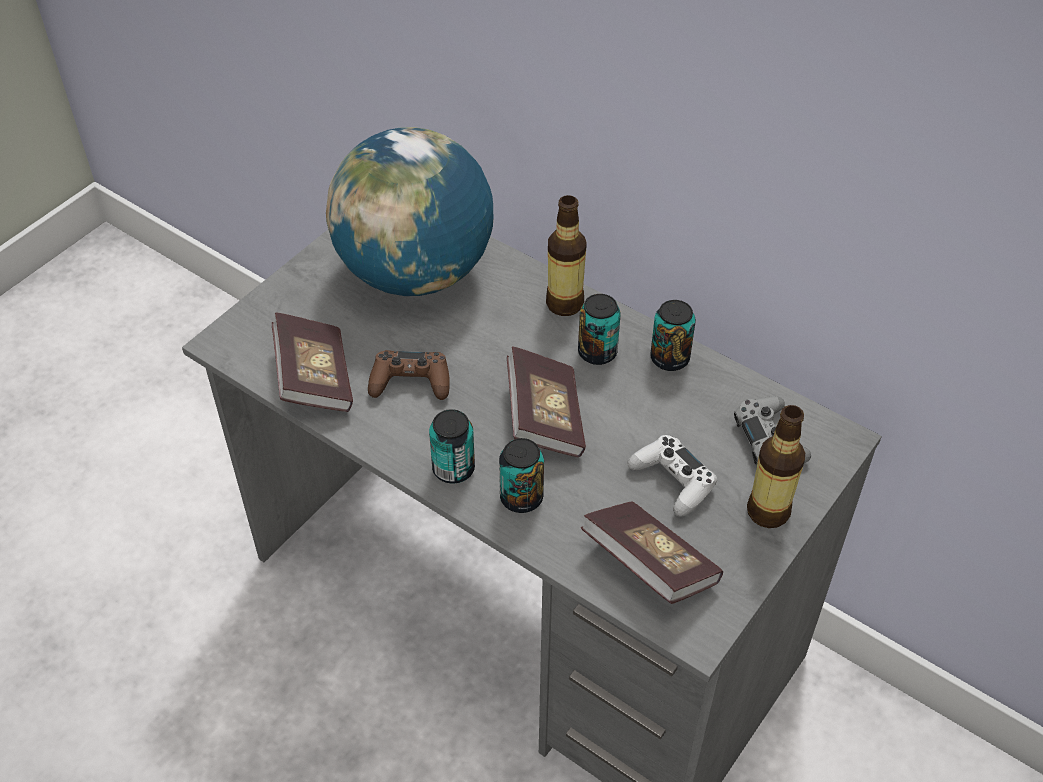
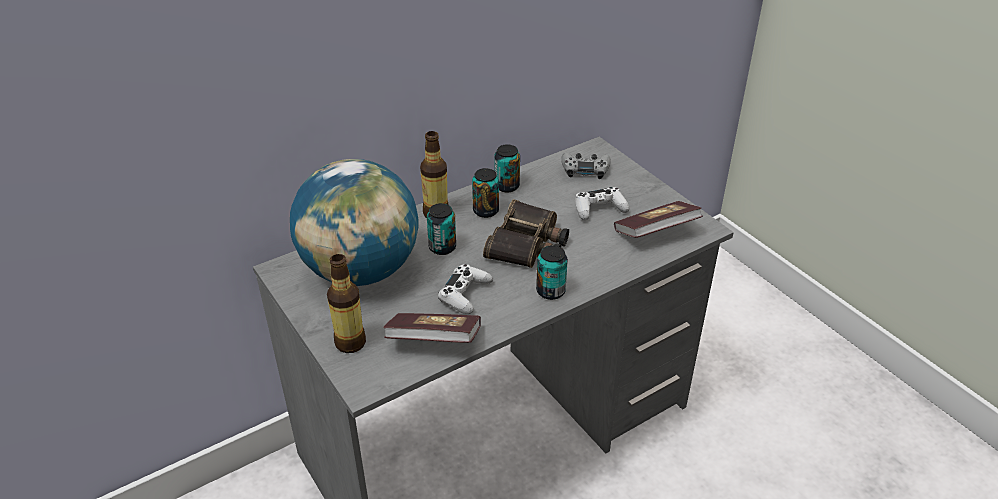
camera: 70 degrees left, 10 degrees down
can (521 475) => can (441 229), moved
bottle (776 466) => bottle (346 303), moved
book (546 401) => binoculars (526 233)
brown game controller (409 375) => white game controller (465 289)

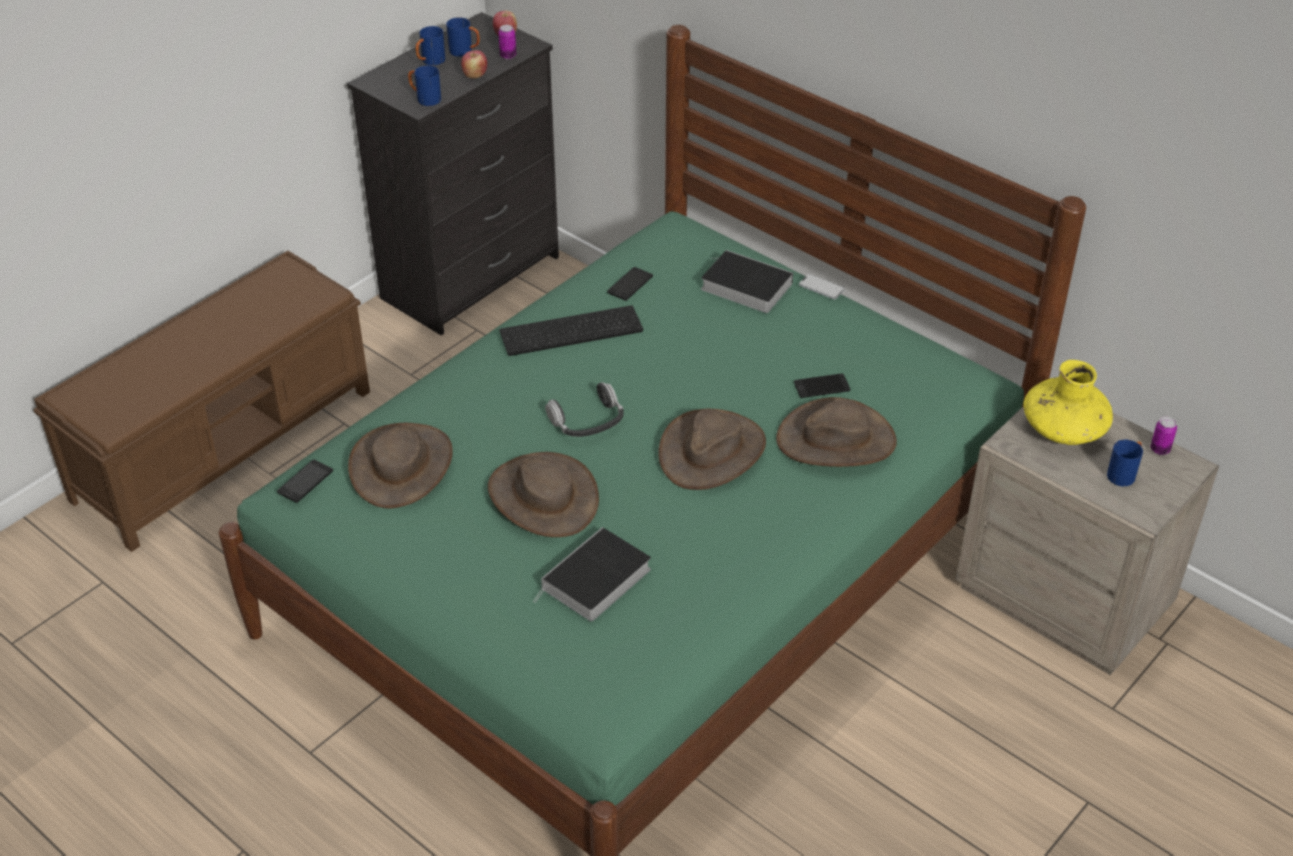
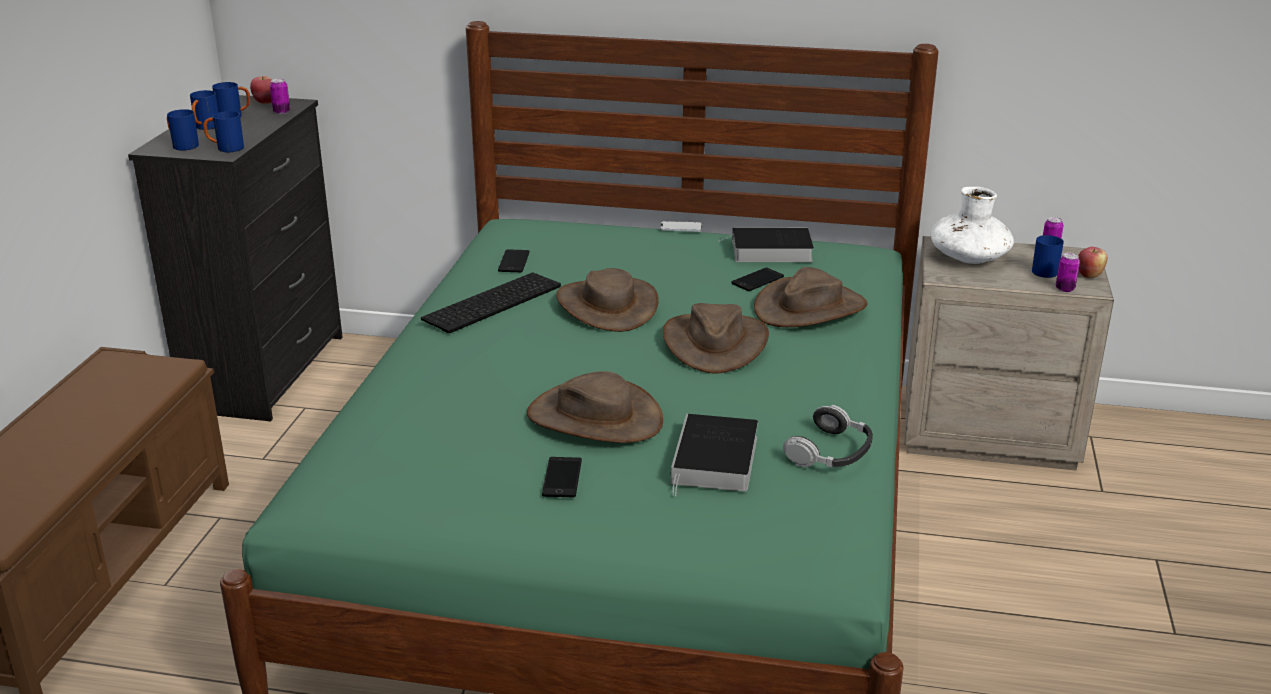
camera: 30 degrees left, 15 degrees down
nothing => blue mug (183 130)
nothing => can (1068 272)
phone (305 481) => phone (562 477), moved
brown hat (400 465) => brown hat (607 300), moved
apple (474 64) => apple (1092 262), moved
headphones (584 409) => headphones (828 436), moved
book (747 281) => book (766 244), moved
yellow vase (1068 402) => white vase (972 225)

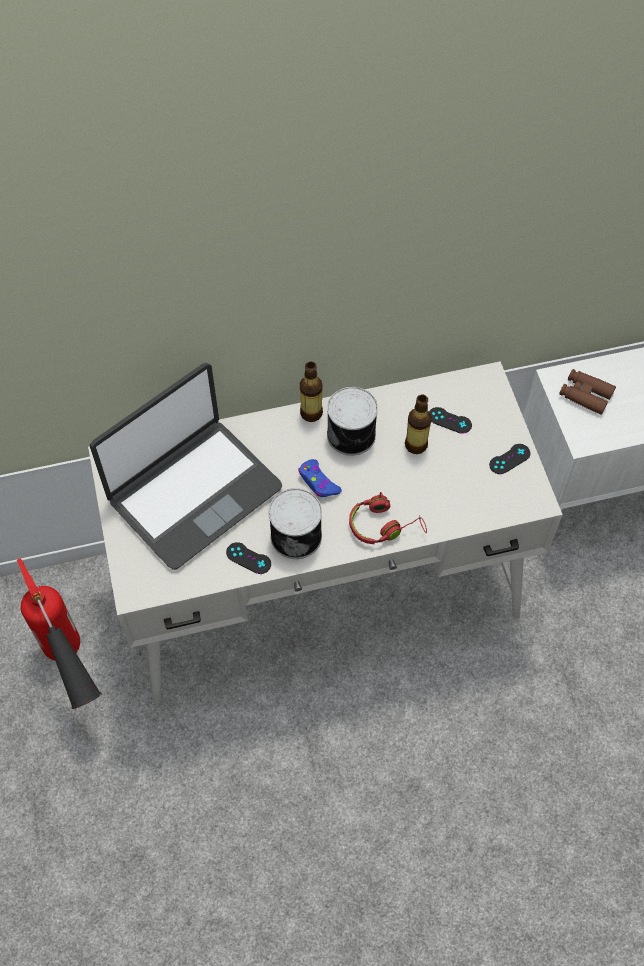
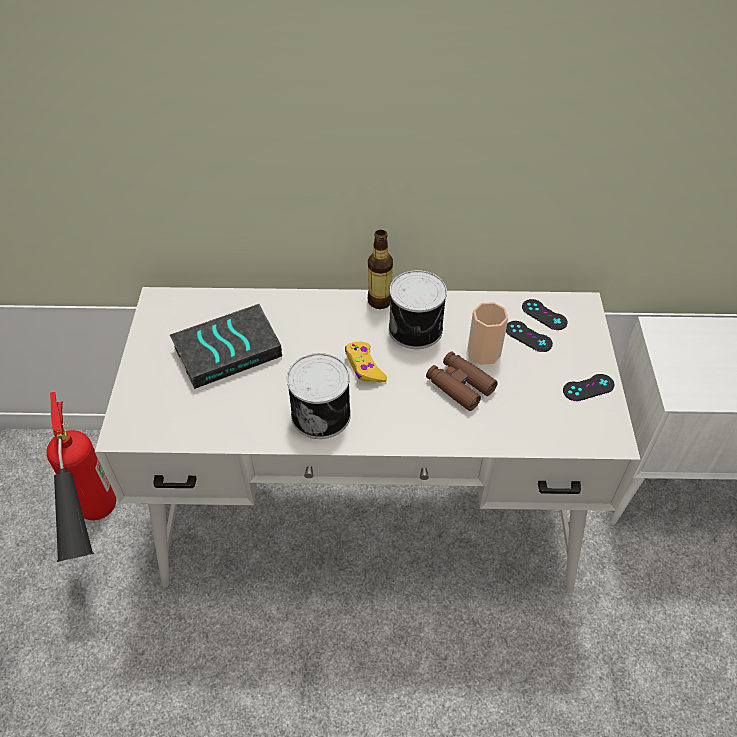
camera: 15 degrees right, 10 degrees down
red headphones (388 518) => nothing
black game controller (248 558) => black game controller (544 314), moved
brown binoculars (587 392) => brown binoculars (462 381), moved
laptop (186 466) => book (226 346)
bottle (418 424) => cup (488 333)
blue game controller (320 478) => yellow game controller (366 362)

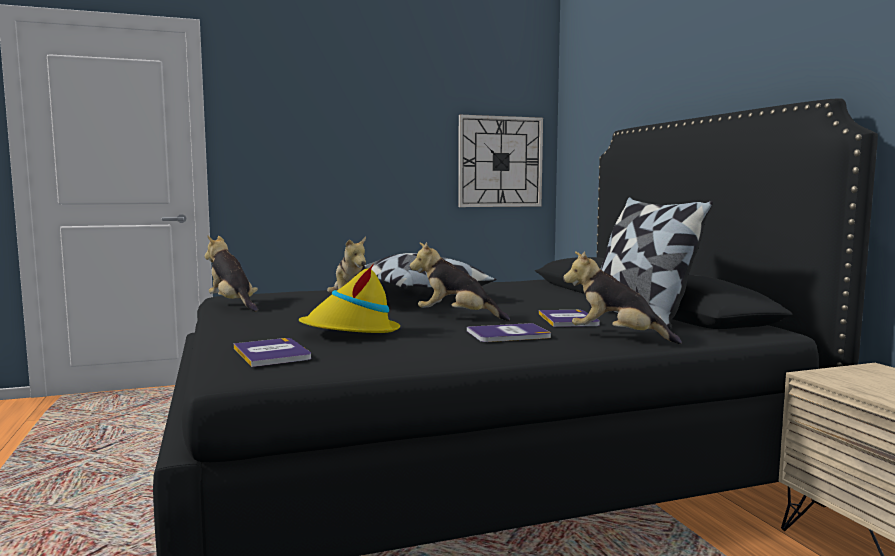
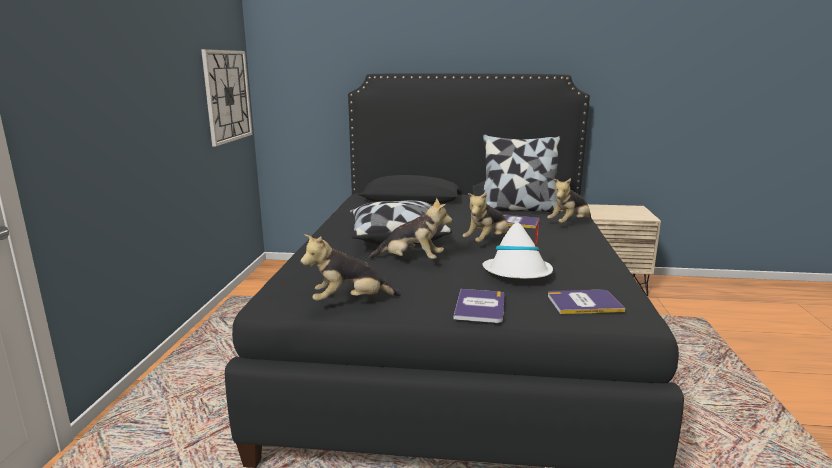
camera: 65 degrees left, 10 degrees up
book (509 332) => book (479 306), moved
yellow hat (349 298) => white hat (518 247)

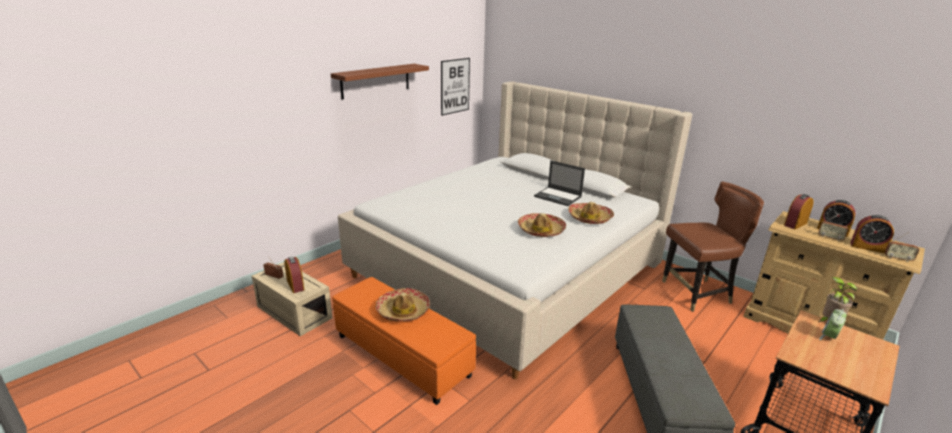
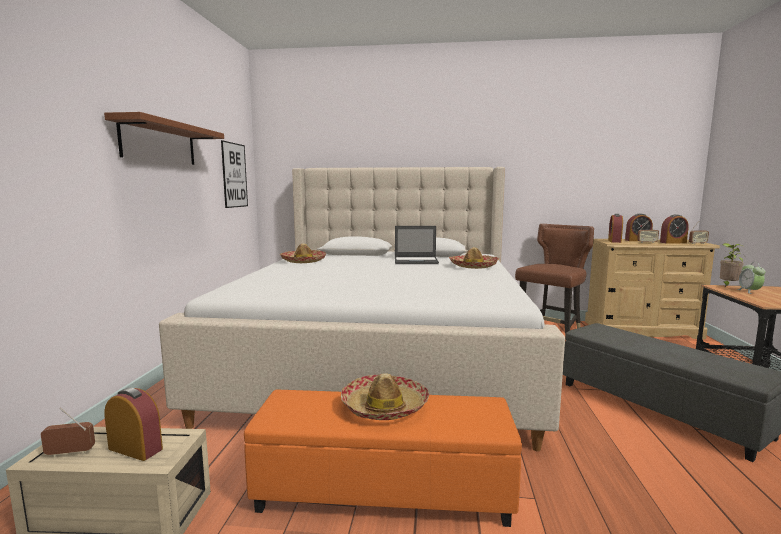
camera: 35 degrees left, 15 degrees down
hat (542 225) => hat (303 253), moved

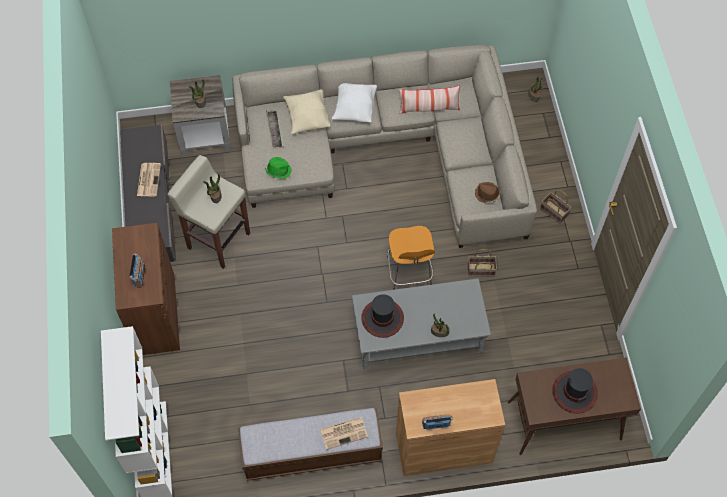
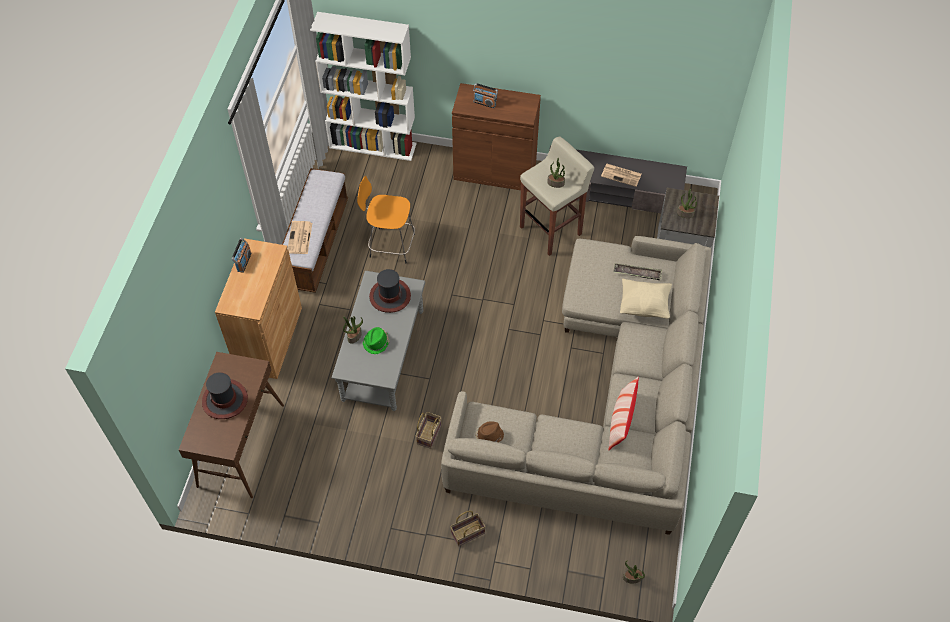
camera: 110 degrees right, 5 degrees down
white pillow (354 102) => nothing
green hat (278 168) => green hat (376 340), moved
orange stool (411 258) => orange stool (386 219), moved

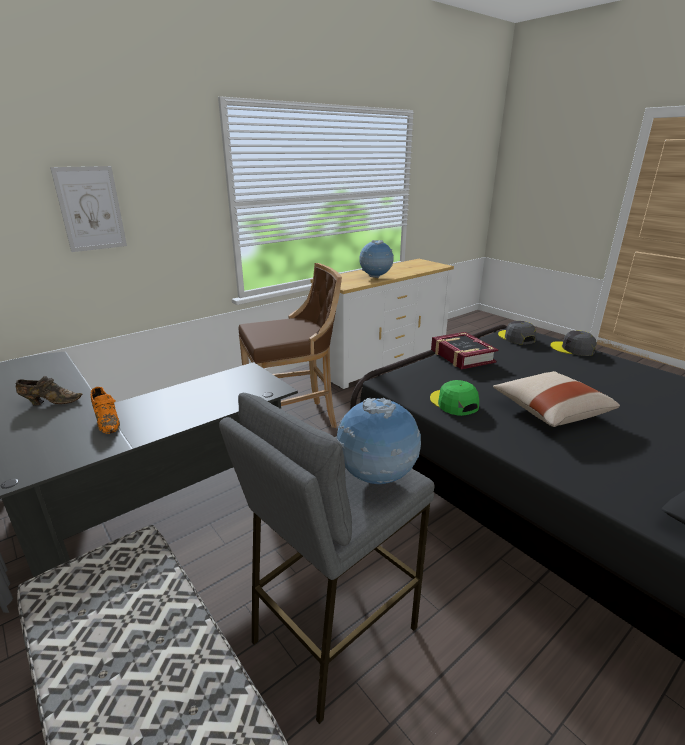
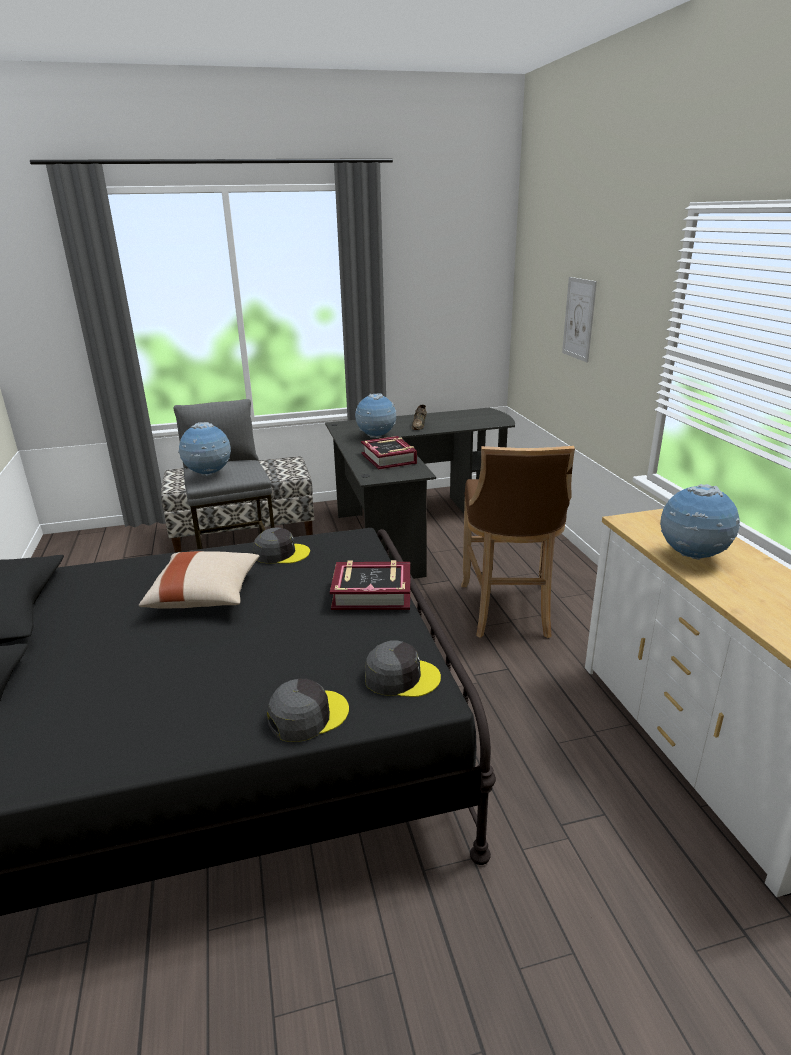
camera: 115 degrees right, 0 degrees up
nothing => book (389 453)
orange shoe (105 410) => globe (375 416)
green cap (454 398) => grey cap (281 546)

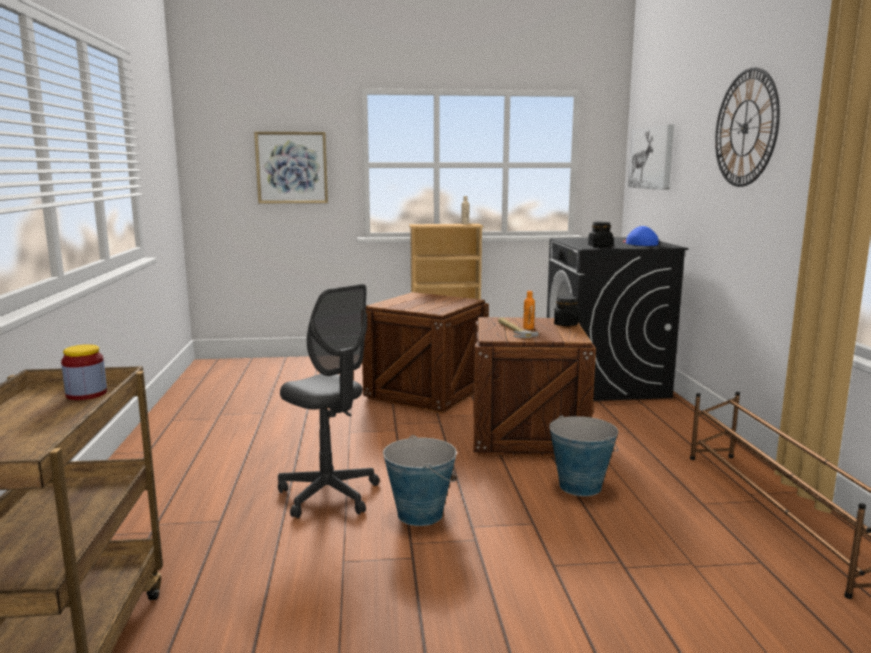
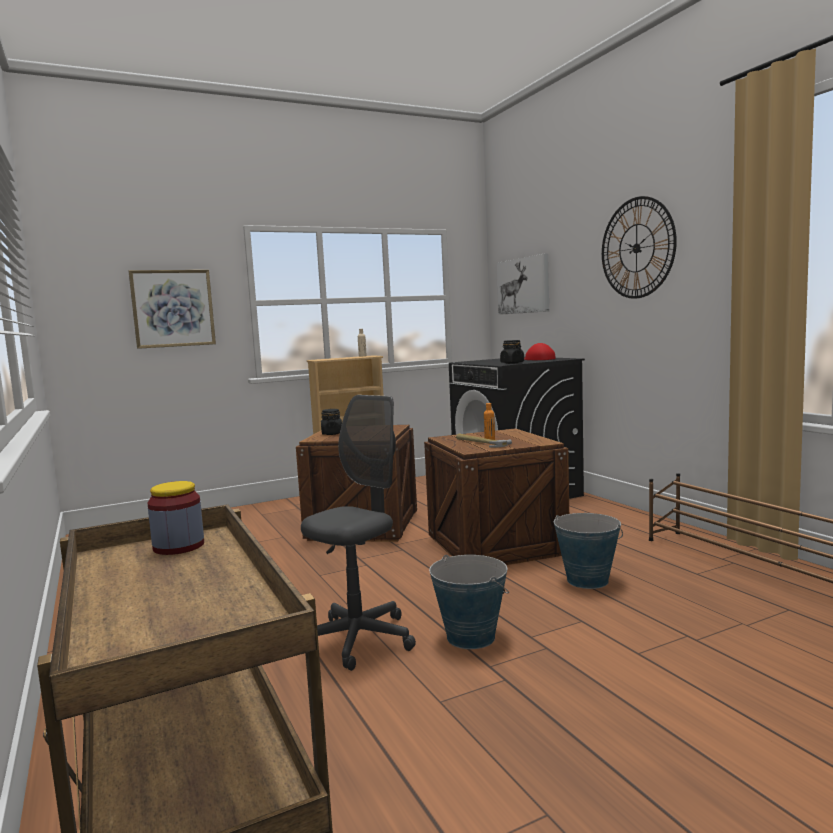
camera: 20 degrees left, 5 degrees down
black jar (566 311) => black jar (331 422), moved
blue cap (641 236) => red cap (539 351)
grey office chair (329 401) => grey office chair (358 533), 75 degrees counterclockwise

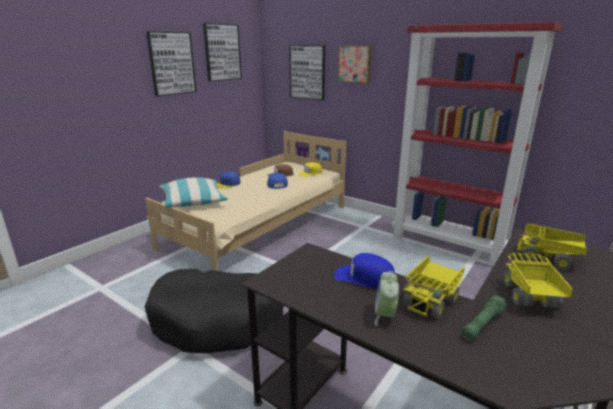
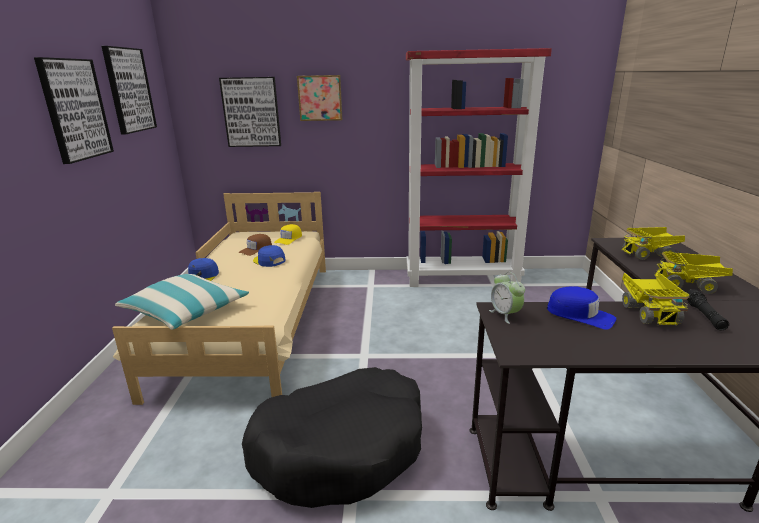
camera: 35 degrees left, 0 degrees up
alarm clock (387 298) => alarm clock (507 298), moved
green flashlight (484 318) => black flashlight (708 309)
blue cap (364 271) => blue cap (581 308), 135 degrees counterclockwise
toy truck (538 280) => toy truck (694 272), 45 degrees counterclockwise

